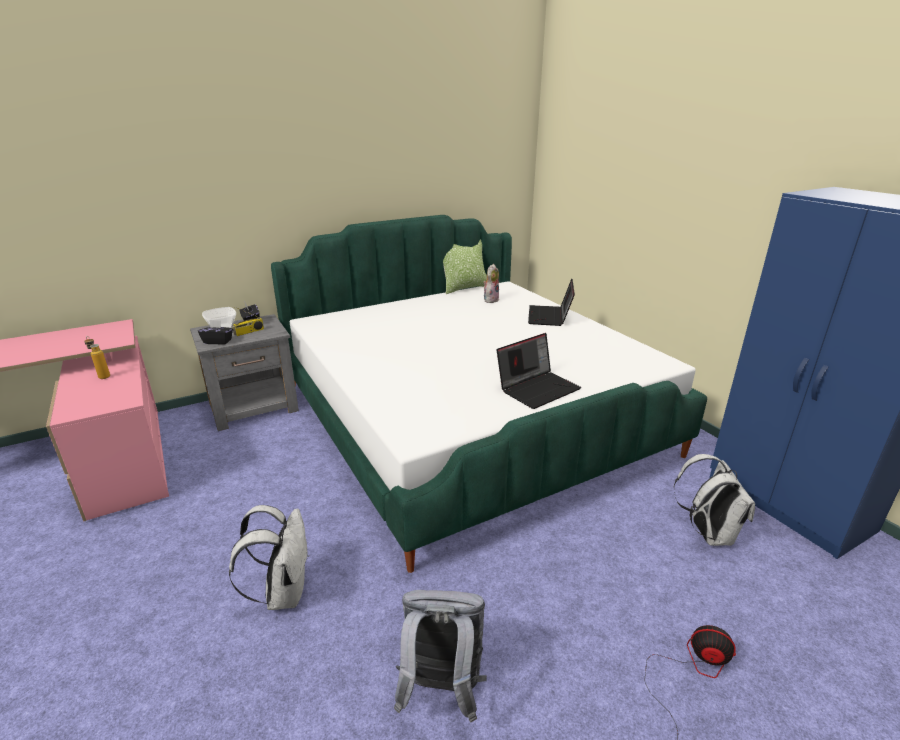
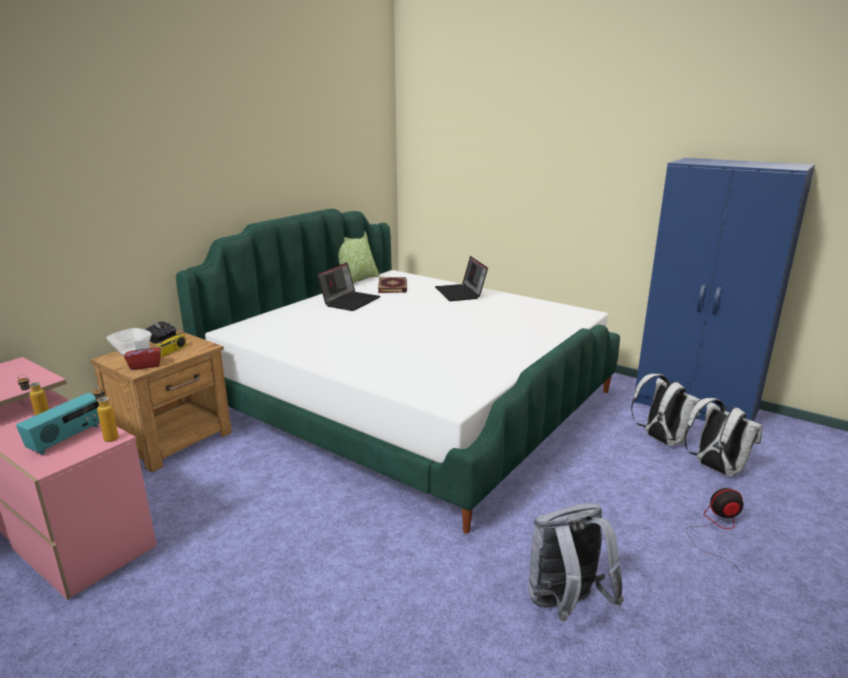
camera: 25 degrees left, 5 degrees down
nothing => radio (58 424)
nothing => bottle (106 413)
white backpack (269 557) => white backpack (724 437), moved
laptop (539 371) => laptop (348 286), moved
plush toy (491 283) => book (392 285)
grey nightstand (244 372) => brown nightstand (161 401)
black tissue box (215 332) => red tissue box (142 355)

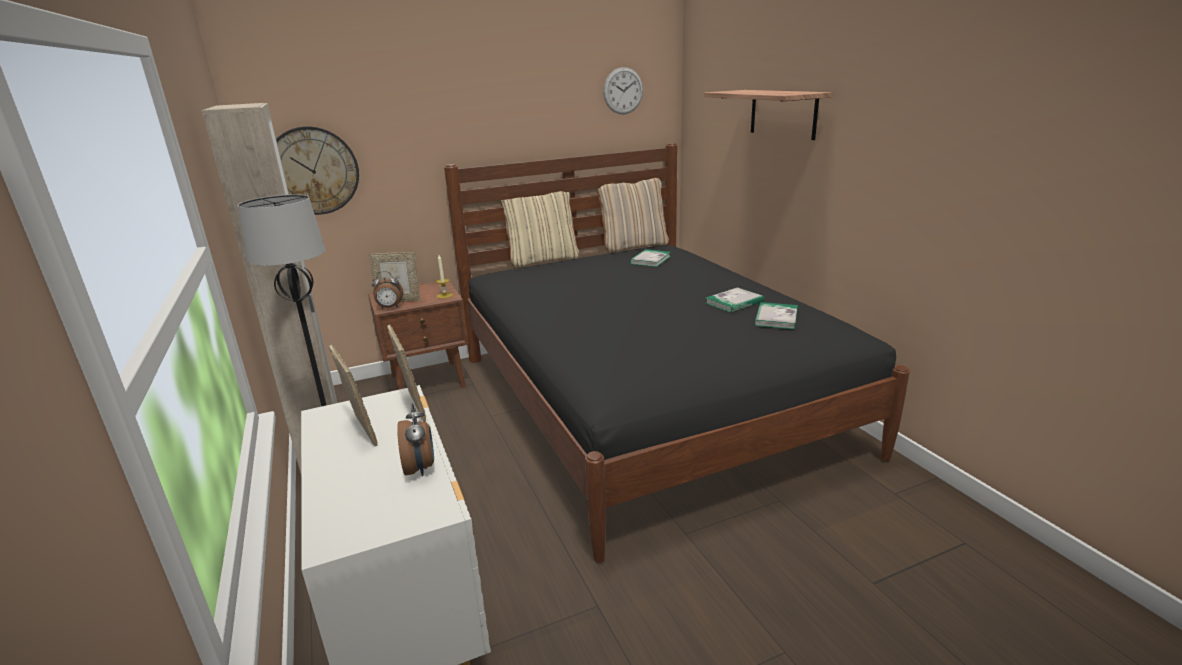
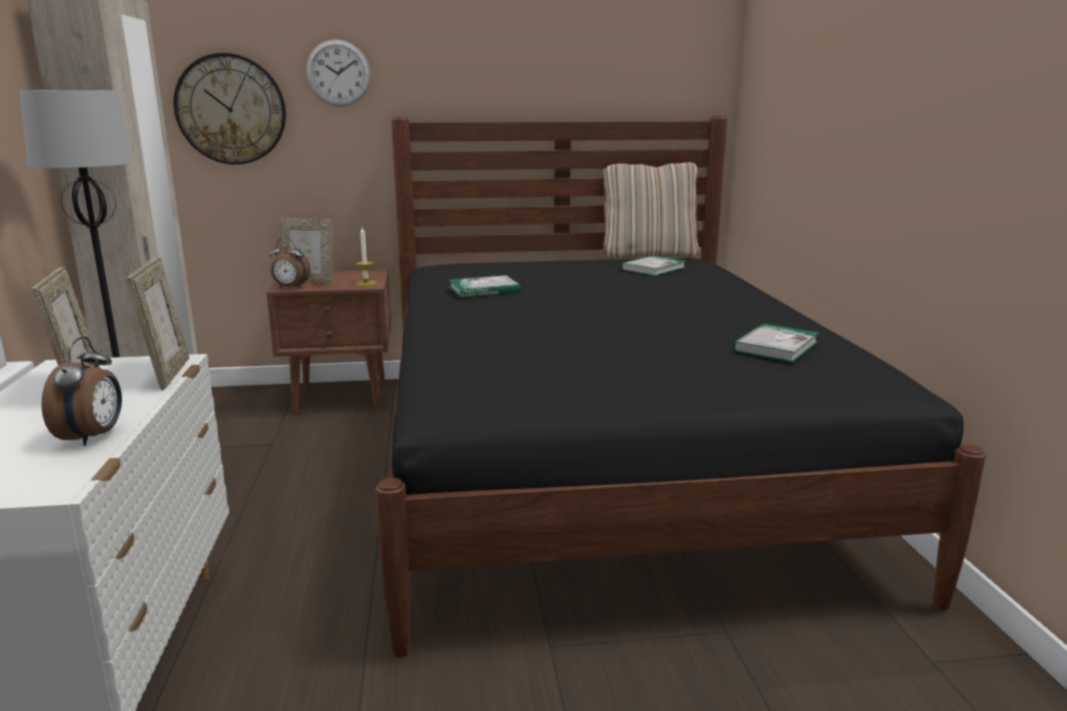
camera: 15 degrees right, 5 degrees down
beige pillow (539 229) => nothing
shelf (768 115) => nothing
wall clock (623 90) => wall clock (338 73), moved
book (734 300) => book (485 286), moved

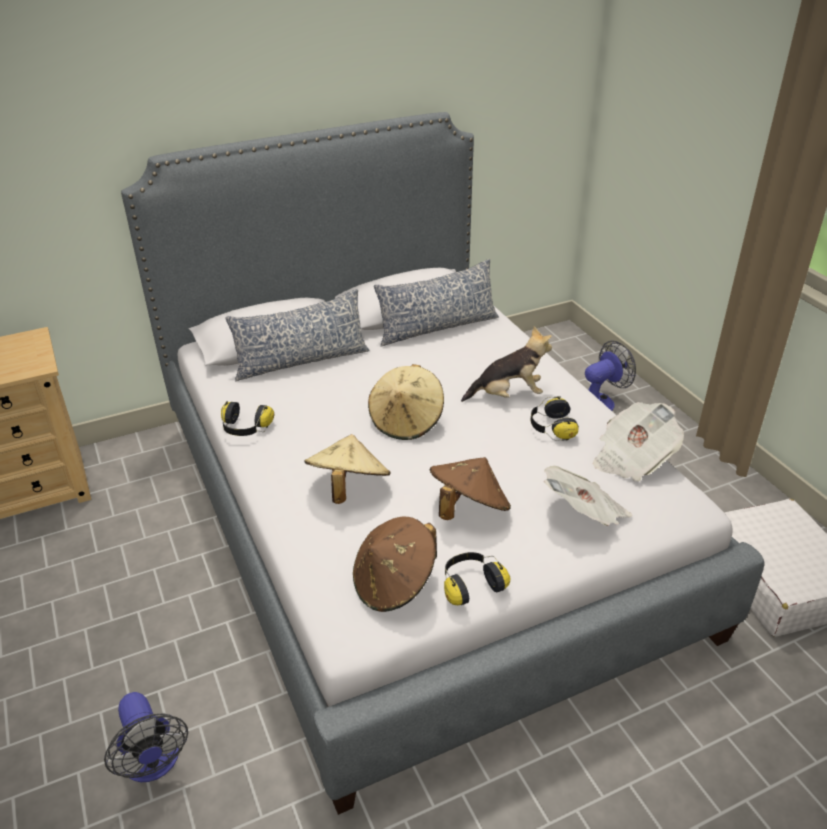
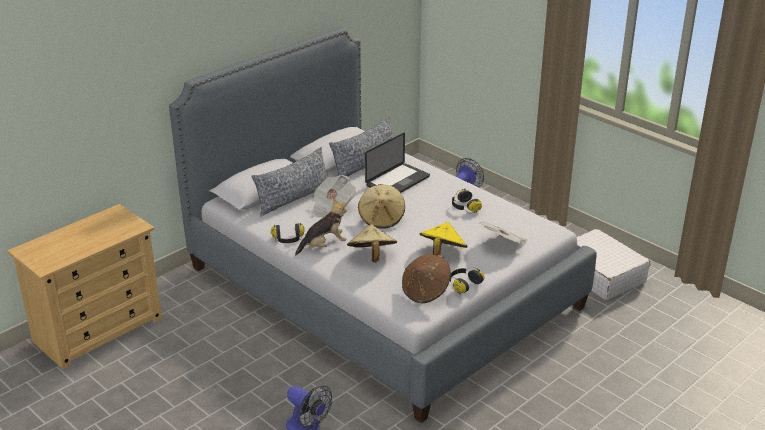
camera: 20 degrees left, 5 degrees down
nothing => laptop (397 163)
plush toy (506 364) => plush toy (321 226), moved
newspaper (638 442) => newspaper (333 196), moved
brown hat (470 488) => yellow hat (444 238)

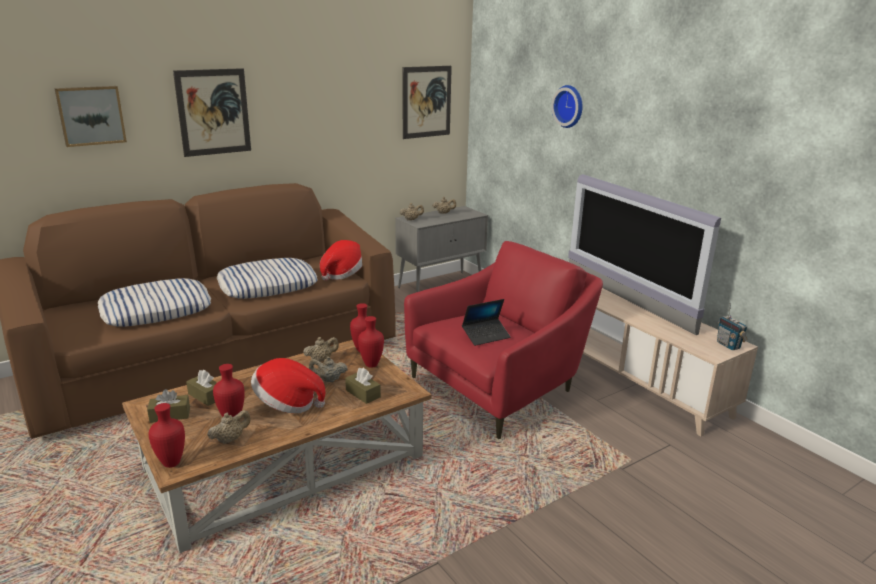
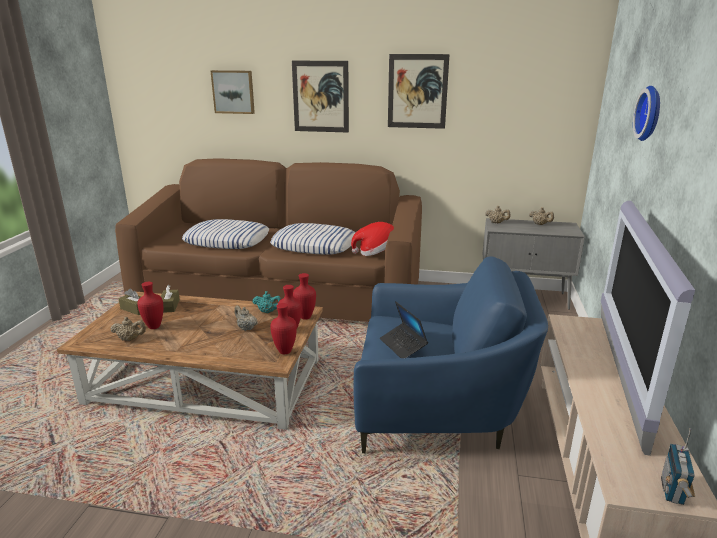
camera: 45 degrees right, 0 degrees up
hat (288 385) => nothing
brown tissue box (363 386) => nothing
red vase (167 435) => red vase (283 328), moved
picture (427 102) => picture (419 91), moved
beige teapot (321 349) => turquoise teapot (267 302)
red armchair (503 340) => blue armchair (451 354)
laptop (486 322) => laptop (404 329), 45 degrees clockwise

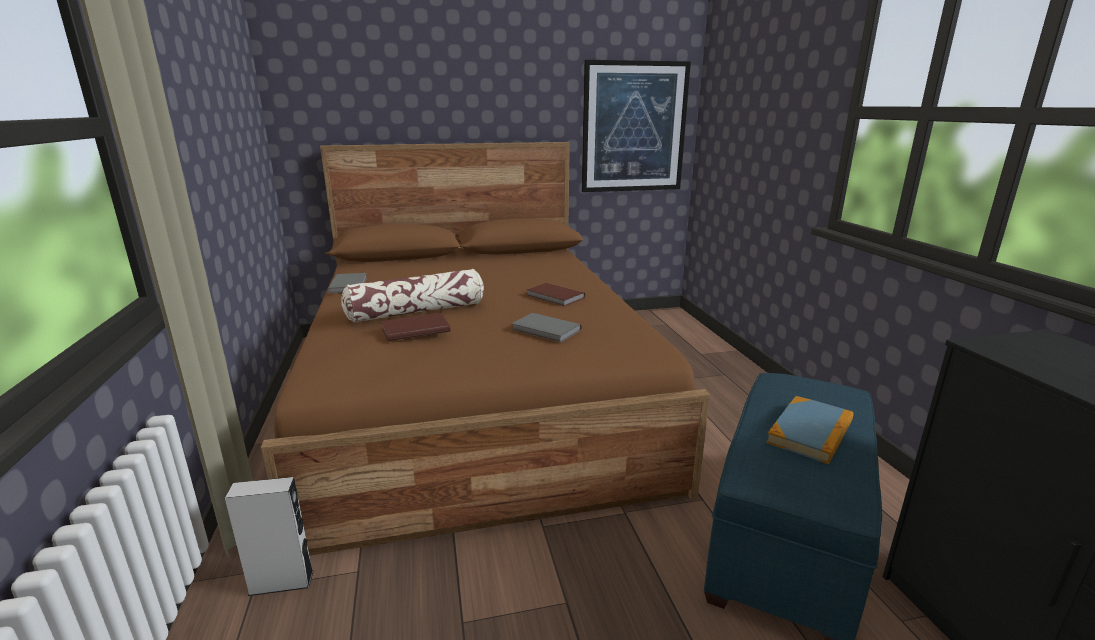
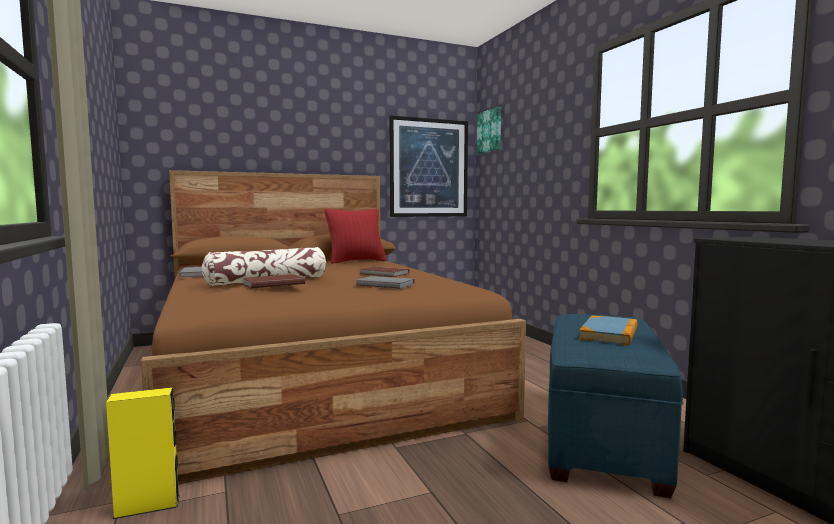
camera: 10 degrees left, 15 degrees down
nothing => red pillow (356 236)
nothing => picture (489 130)
grey speaker (269 536) => yellow speaker (143 453)

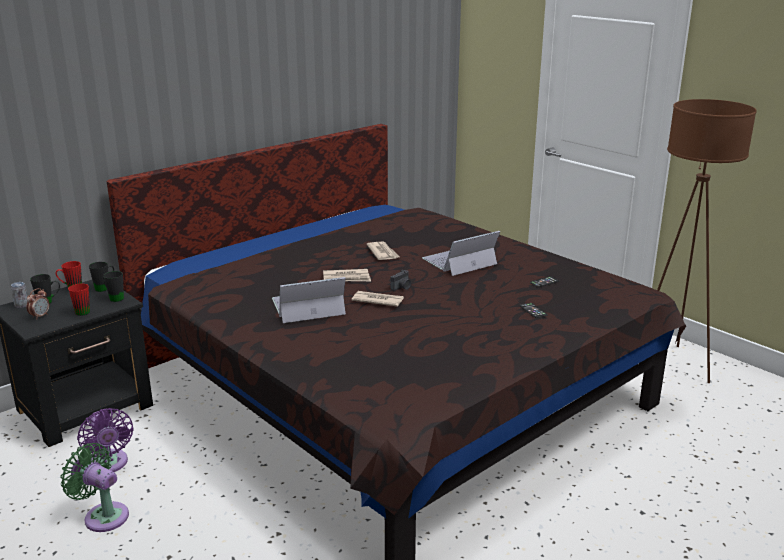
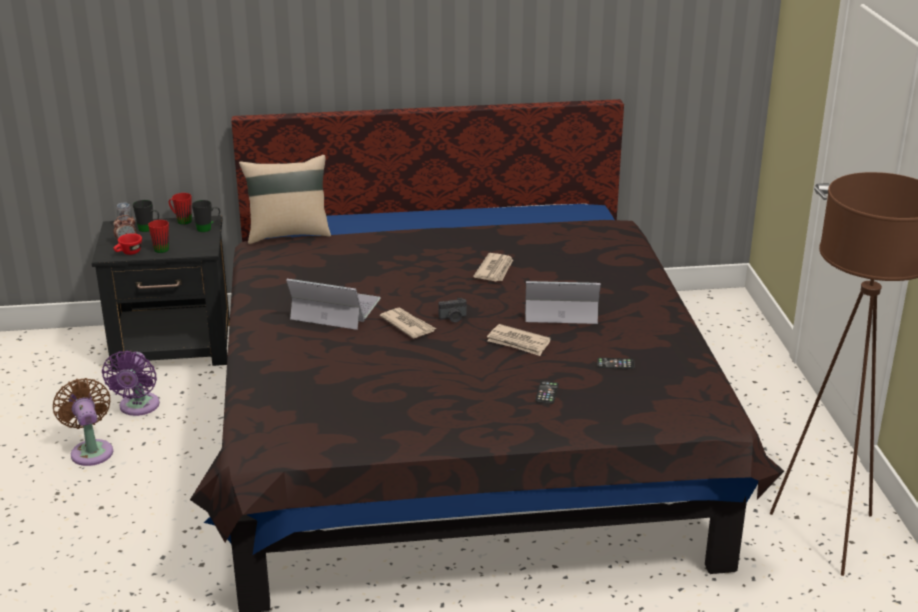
camera: 35 degrees right, 5 degrees up
black mug (113 286) => nothing
nothing => red cup (128 244)
nothing => beige pillow (285 199)
newspaper (347 275) => newspaper (519 340), moved
green fan (94 487) => brown fan (83 422)

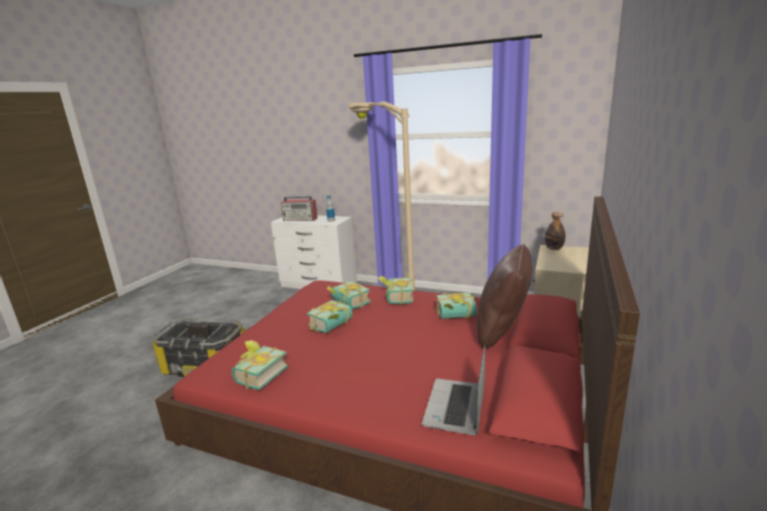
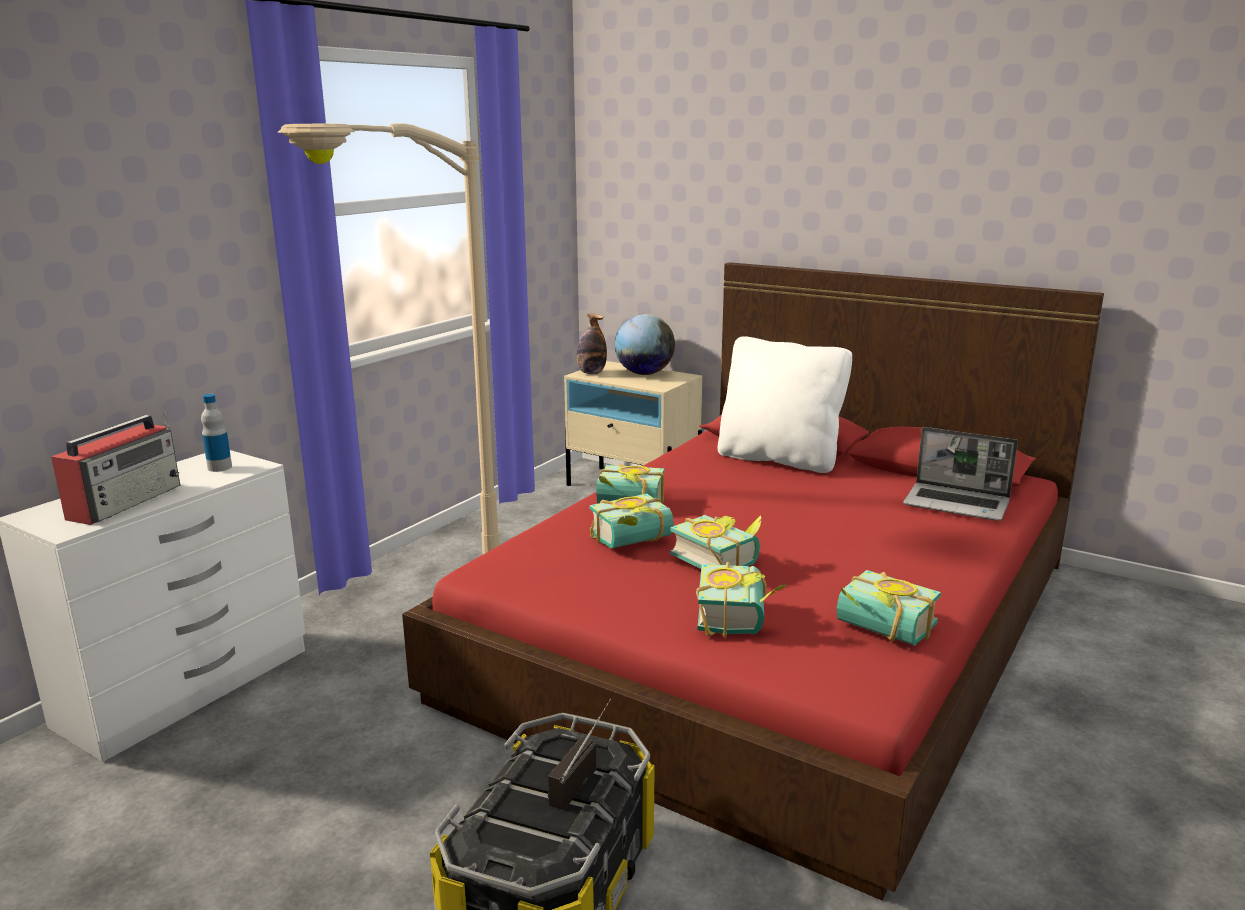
camera: 80 degrees left, 0 degrees up
nothing => globe (645 344)
book (456 305) => book (741 599), moved
brown pillow (504 296) => white pillow (785 404)

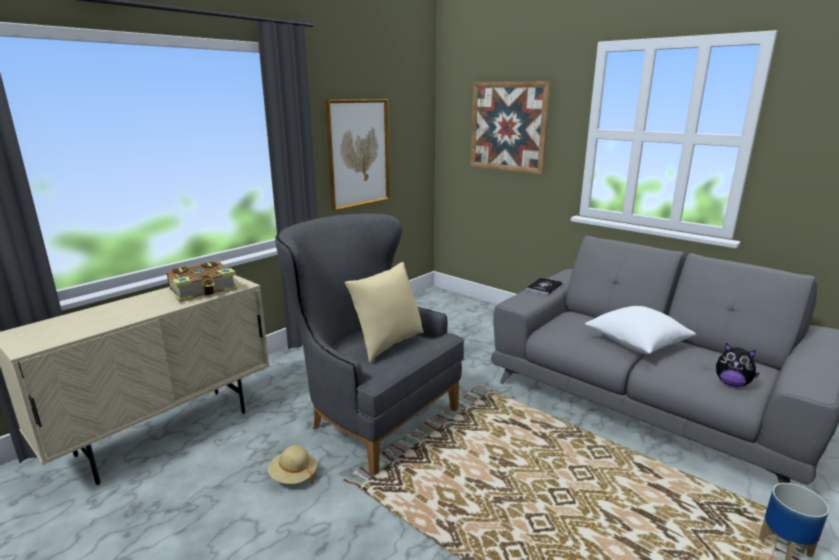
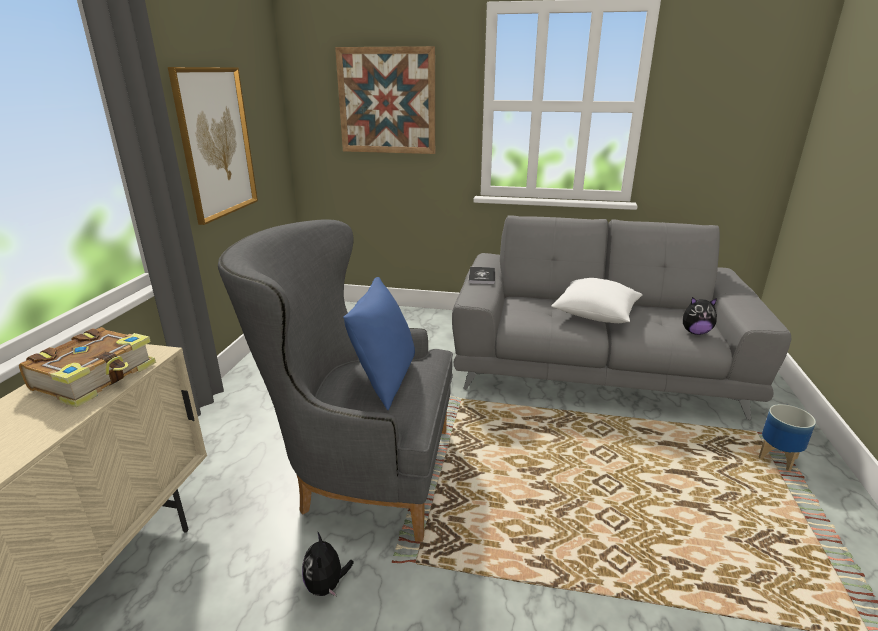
camera: 30 degrees left, 5 degrees up
beige hat (292 464) => plush toy (328 564)
beige pillow (384 312) => blue pillow (379 343)

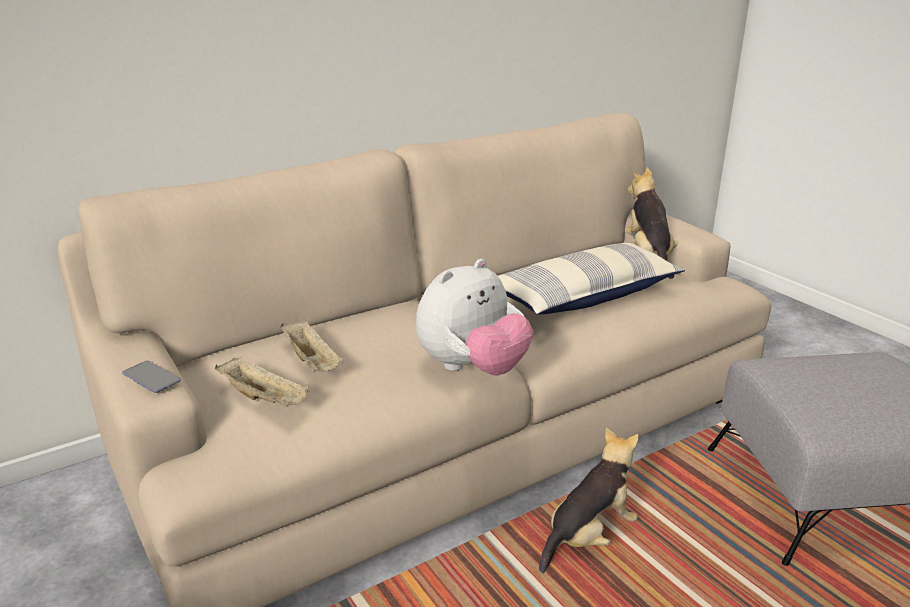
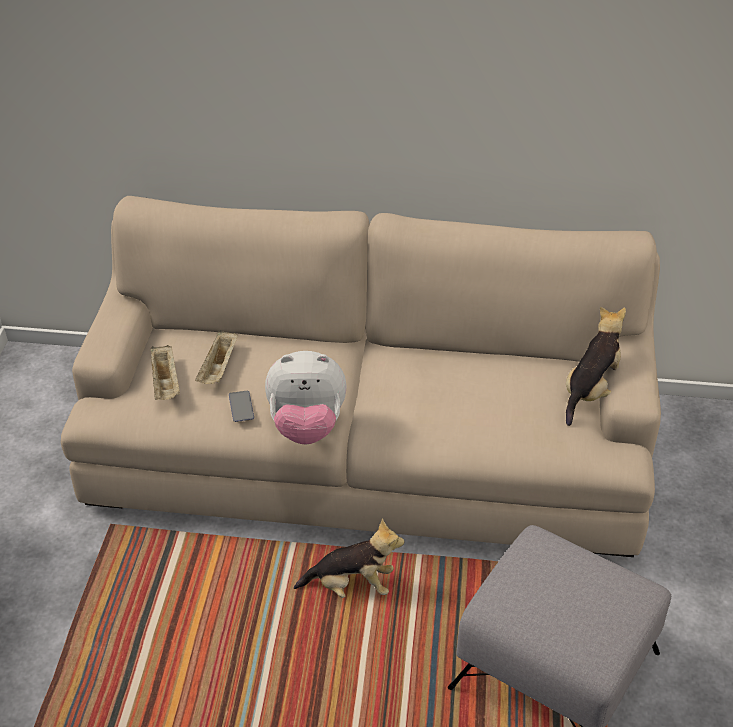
camera: 40 degrees right, 15 degrees up
pillow (591 279) => nothing
phone (151 377) => phone (241 406), moved

